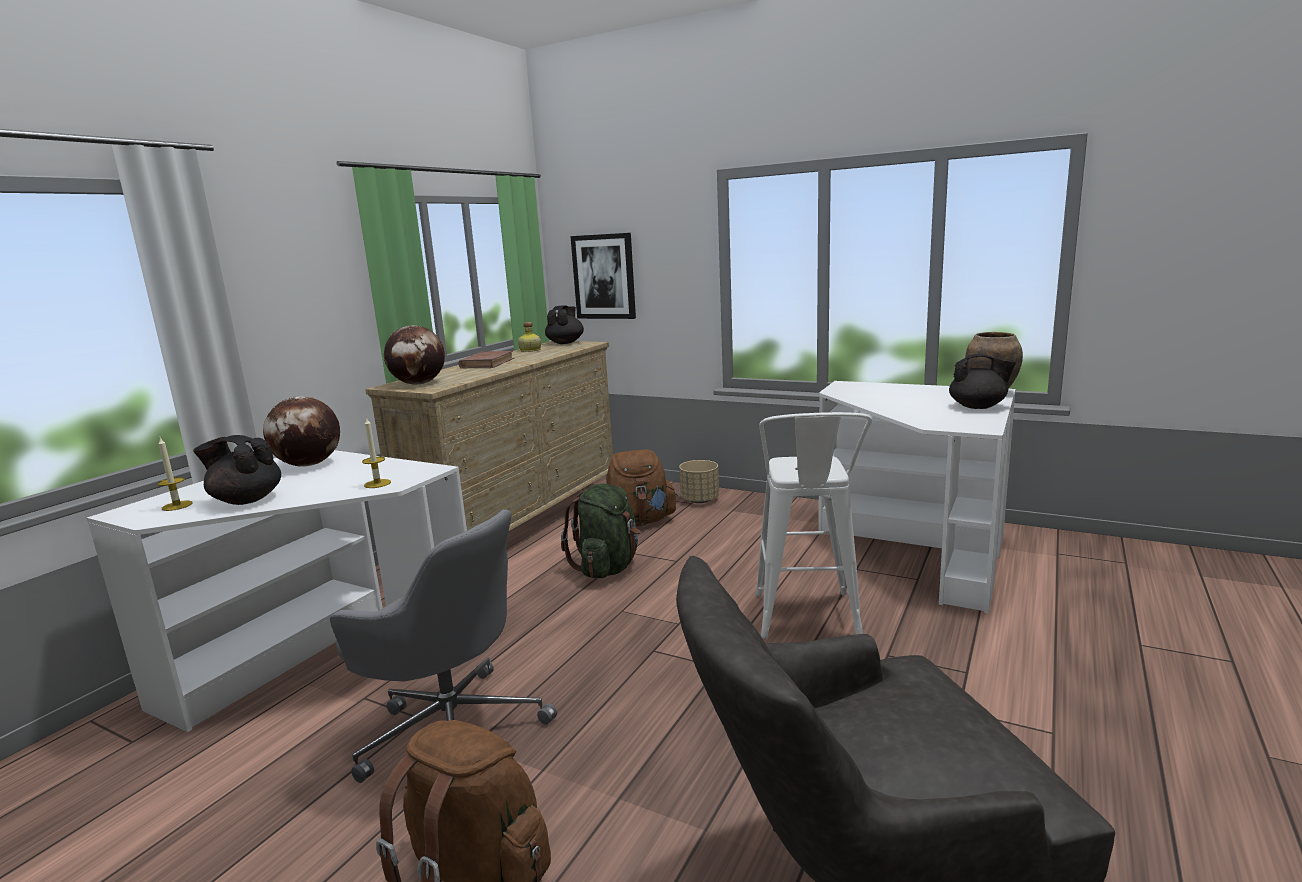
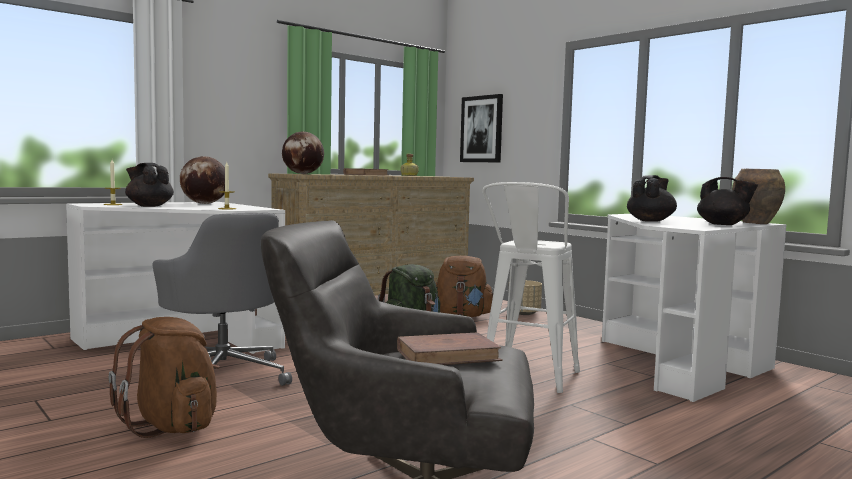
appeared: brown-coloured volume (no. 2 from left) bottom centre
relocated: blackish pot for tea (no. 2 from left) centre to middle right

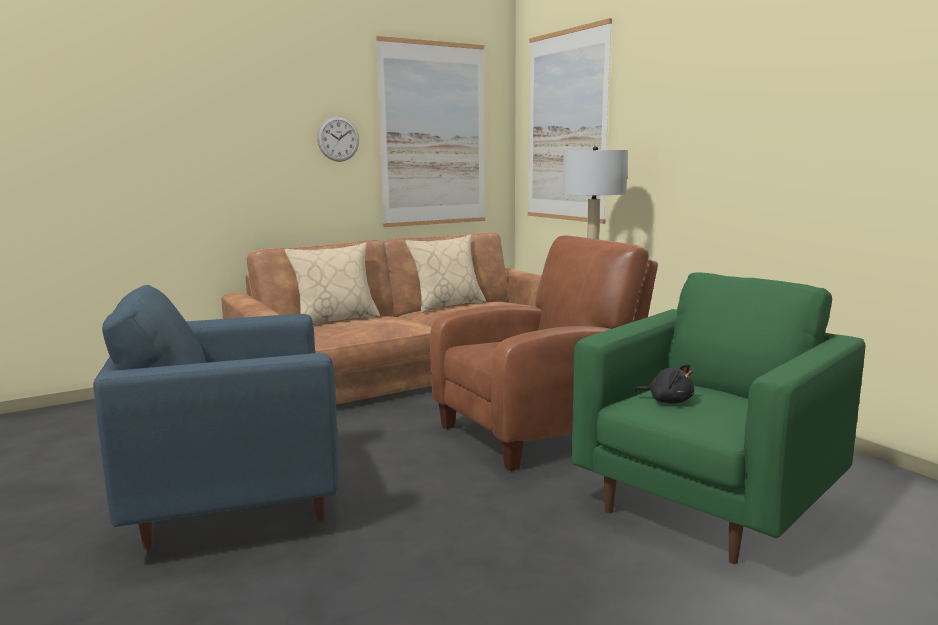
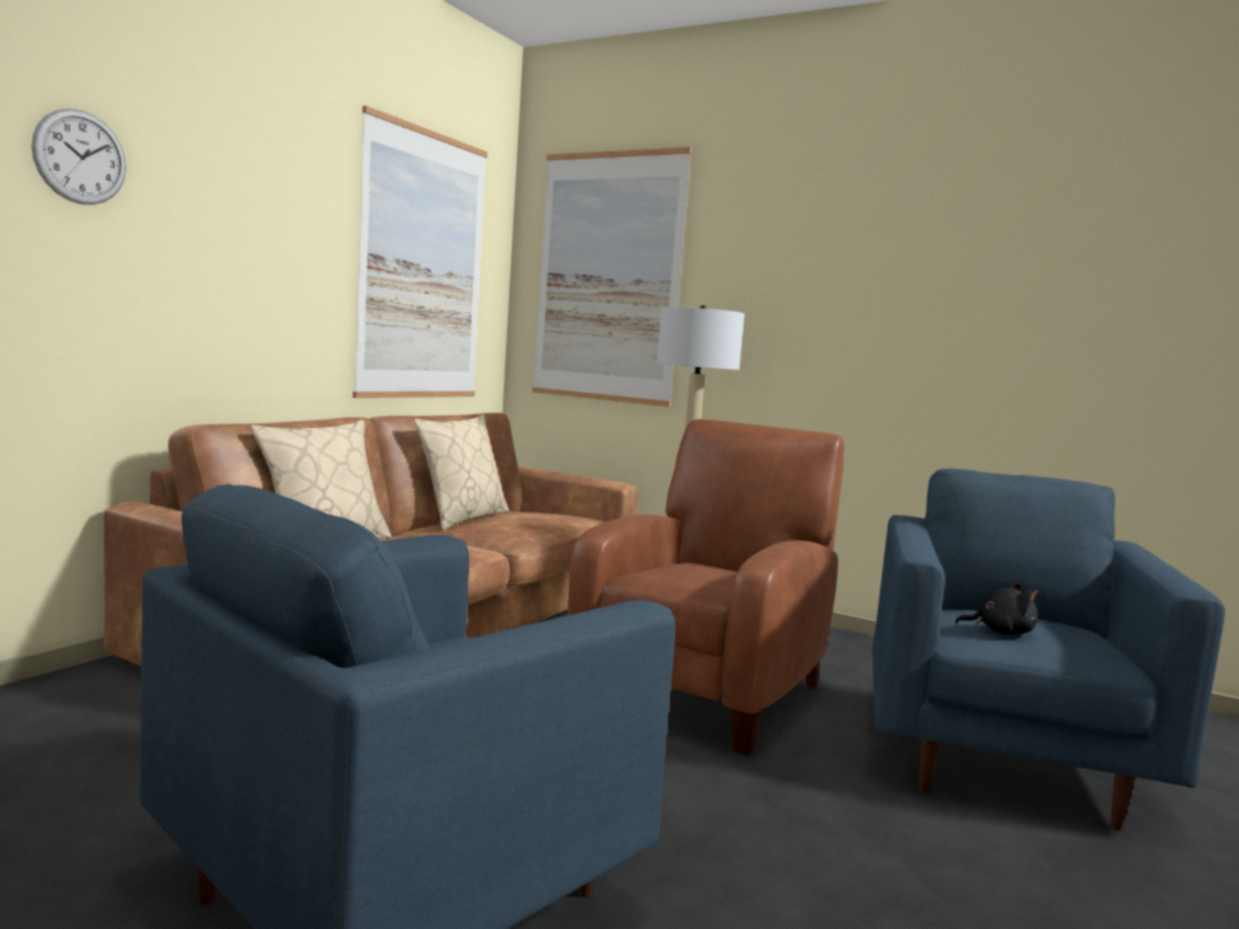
relocated: clock on the wall top centre to top left
colour: green easy chair bottom right to blue easy chair (no. 2 from left) bottom right

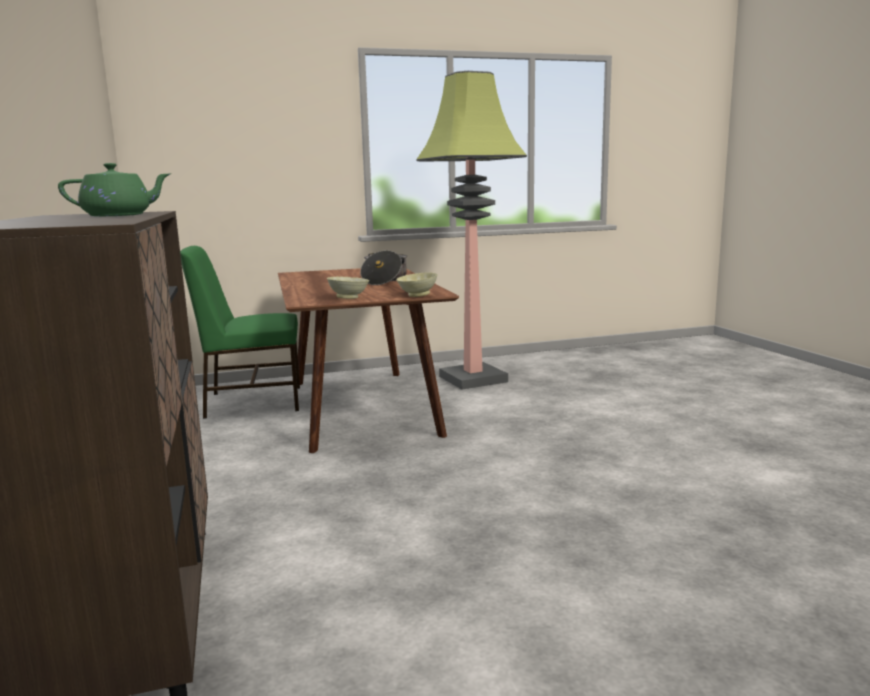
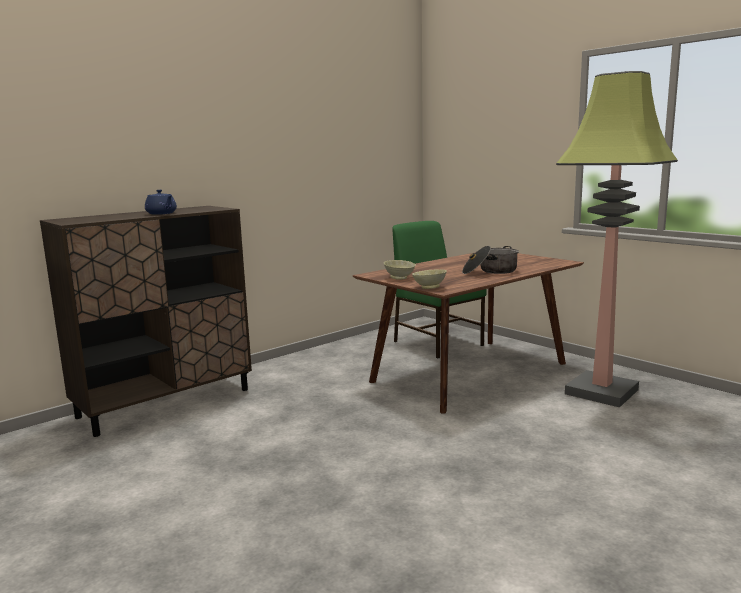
colour: green pot for tea top left to blue pot for tea middle left

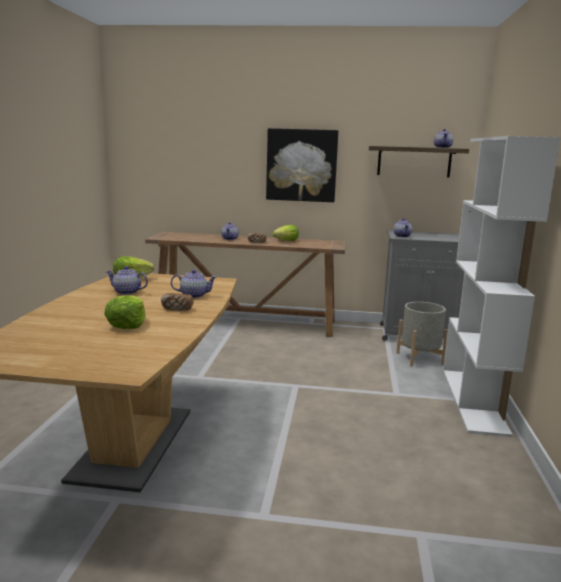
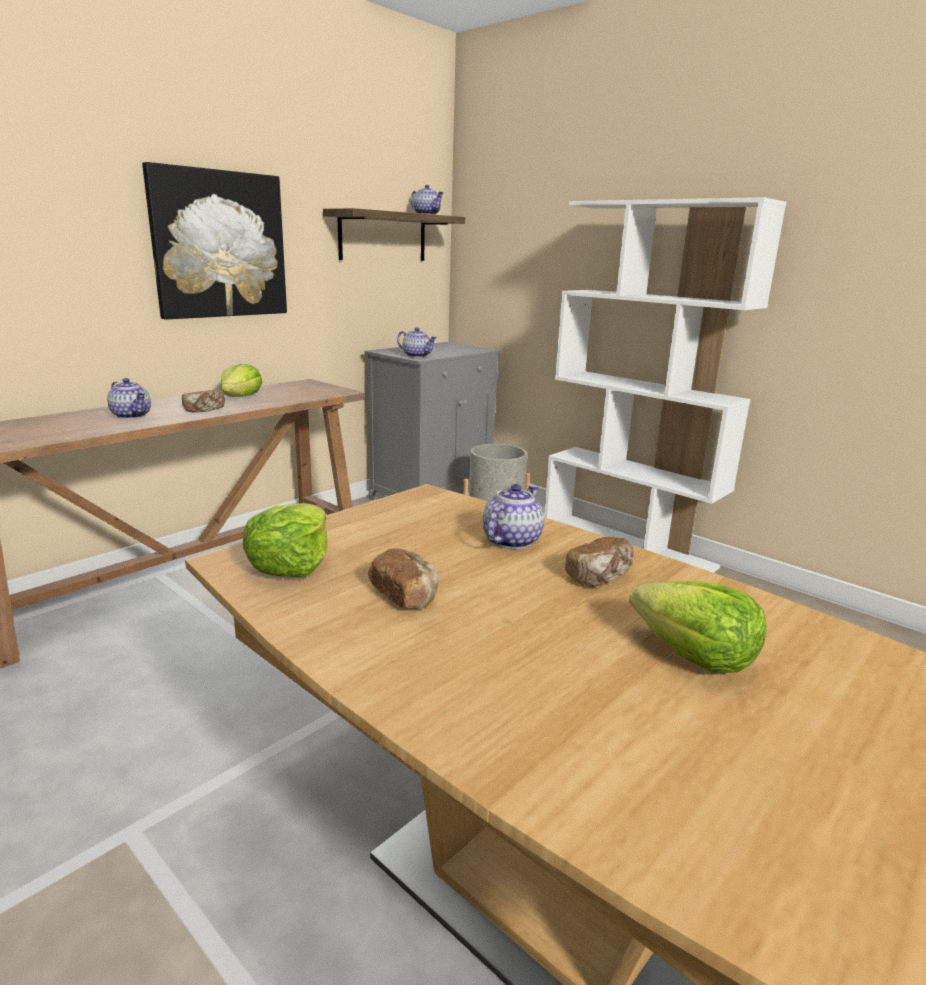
exchanged: pot for tea (no. 1 from left) middle left to baked bread (no. 2 from left) centre

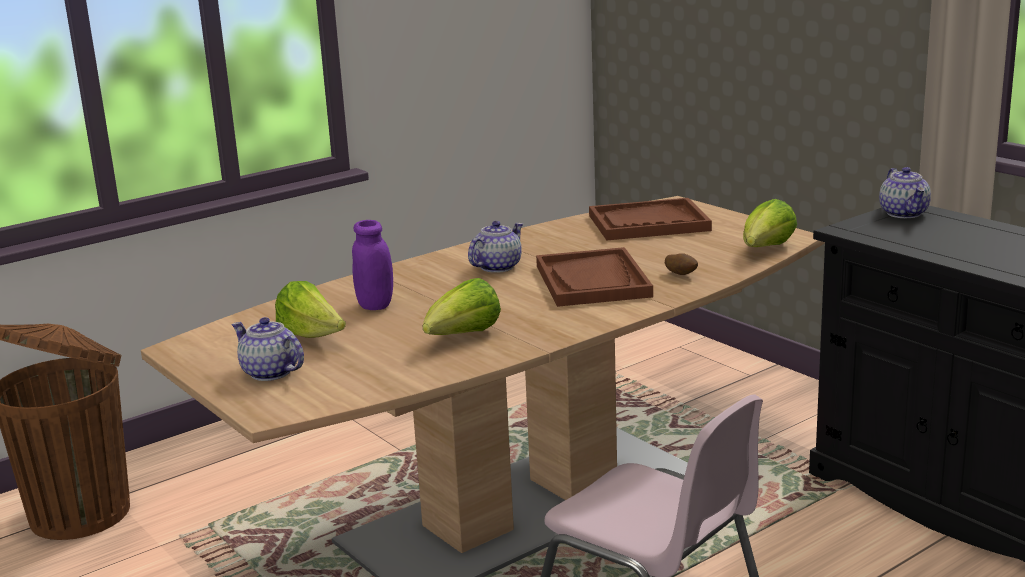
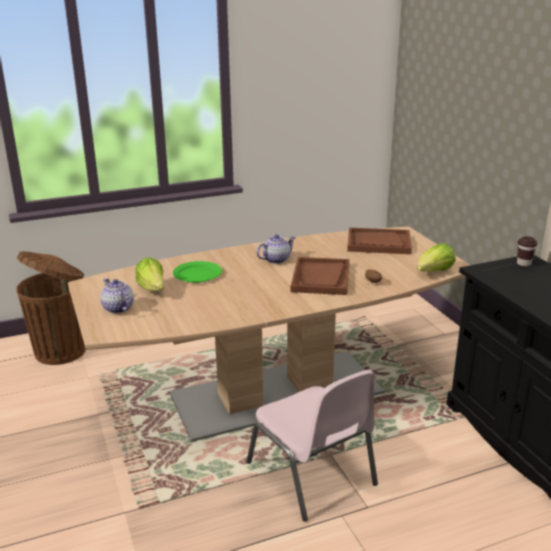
missing: head of lettuce (no. 2 from left) centre
exchanged: purple jar centre to green dinner plate centre; pot for tea (no. 3 from left) top right to brown-coloured drinking cup middle right

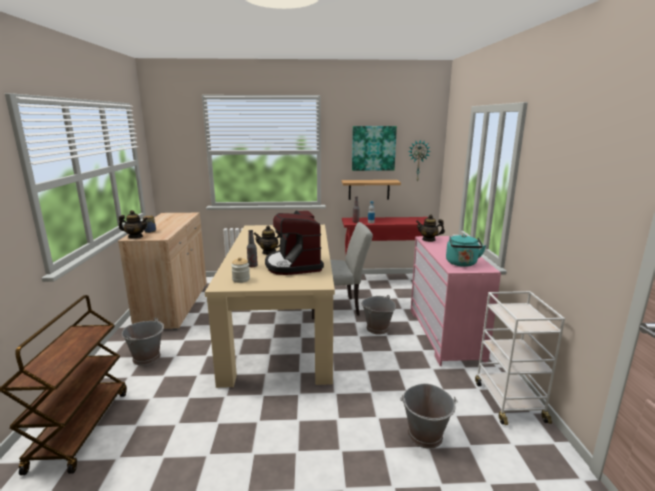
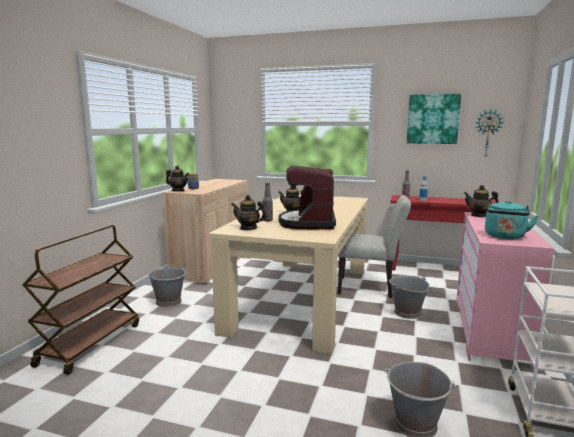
missing: wall shelf centre
exchanged: jar (no. 2 from left) centre to pot for tea (no. 2 from left) centre

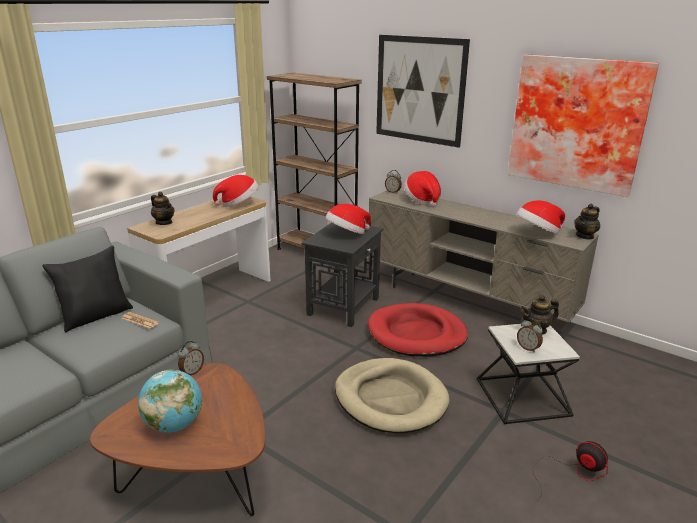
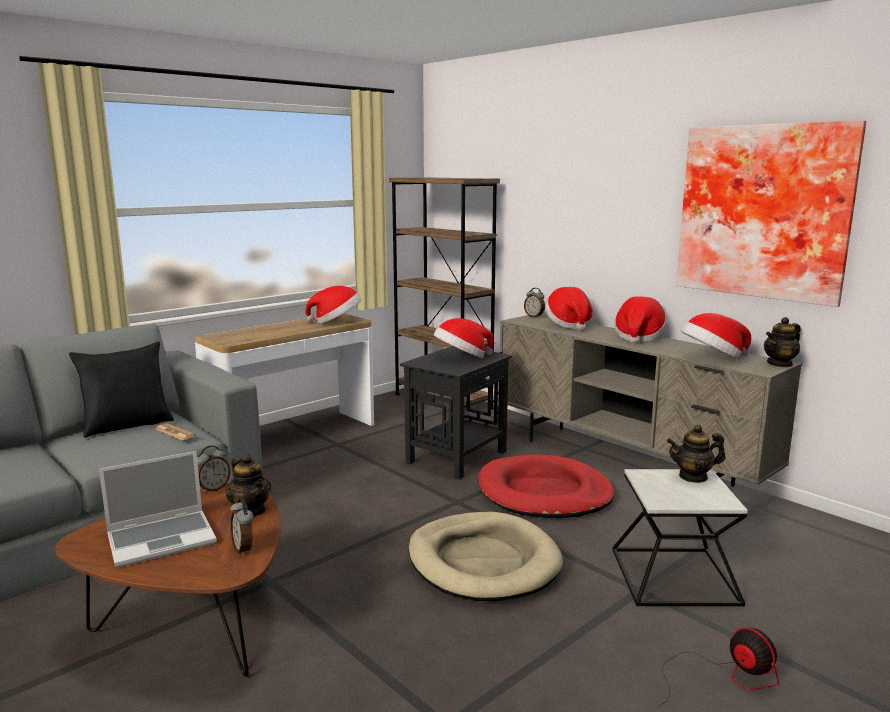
missing: wall picture (no. 1 from left) top centre
appeared: hat (no. 4 from left) middle right
relocated: pot for tea (no. 1 from left) middle left to bottom left; bedside clock (no. 3 from left in the first image) middle right to bedside clock (no. 2 from left) bottom left
exchanged: desk globe bottom left to portable computer bottom left

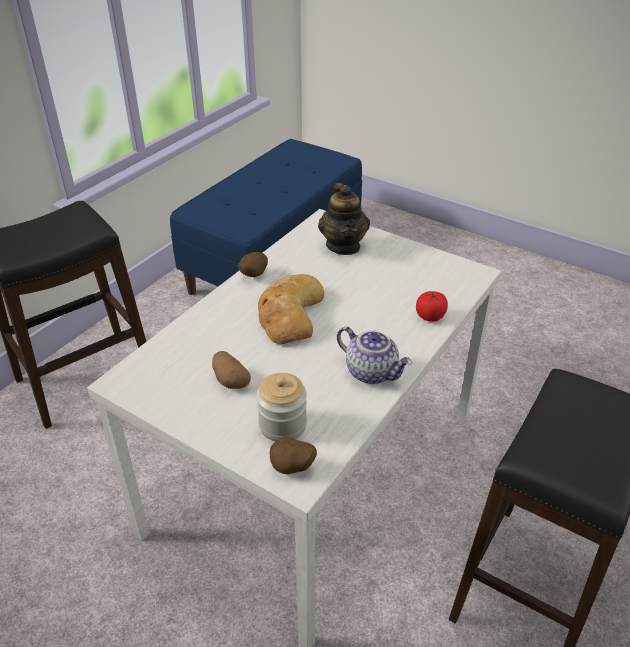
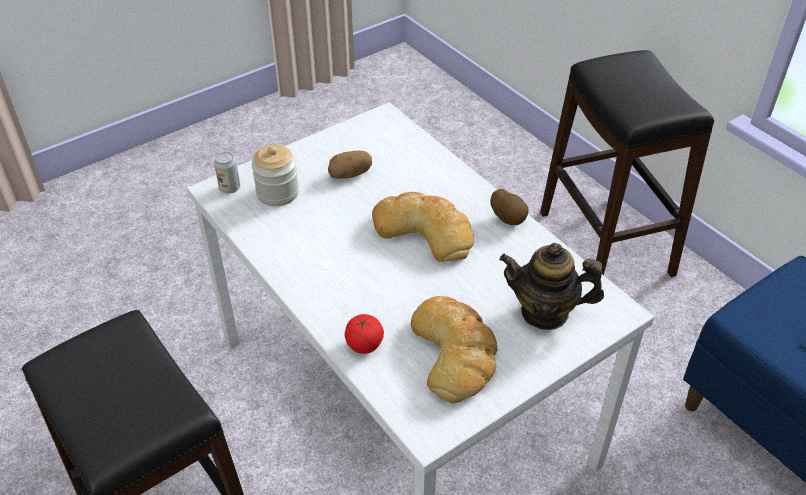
missing: pot for tea (no. 2 from left) centre
appeared: baked bread (no. 2 from left) bottom centre
exchanged: potato (no. 3 from left) bottom centre to metal can middle left

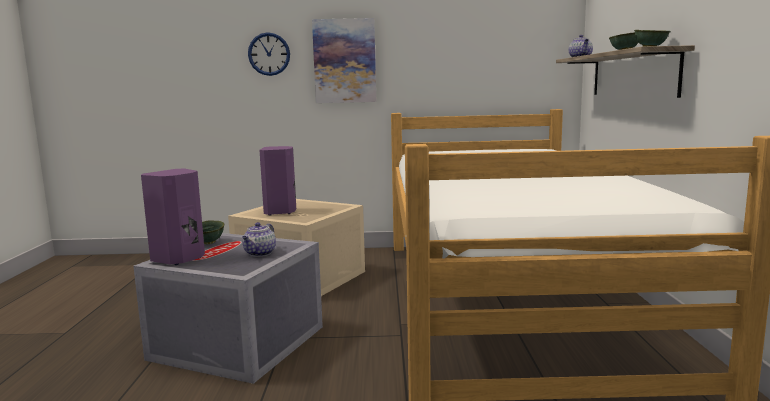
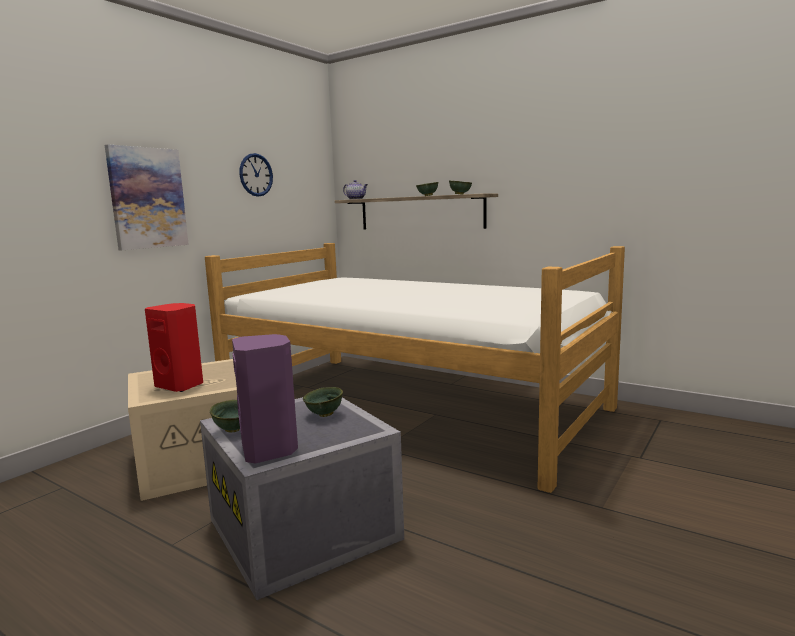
relocated: clock on the wall top centre to top left
exchanged: pot for tea (no. 1 from left) centre to green serving bowl (no. 2 from left) centre
colour: purple loudspeaker (no. 2 from left) centre to red-coloured loudspeaker middle left

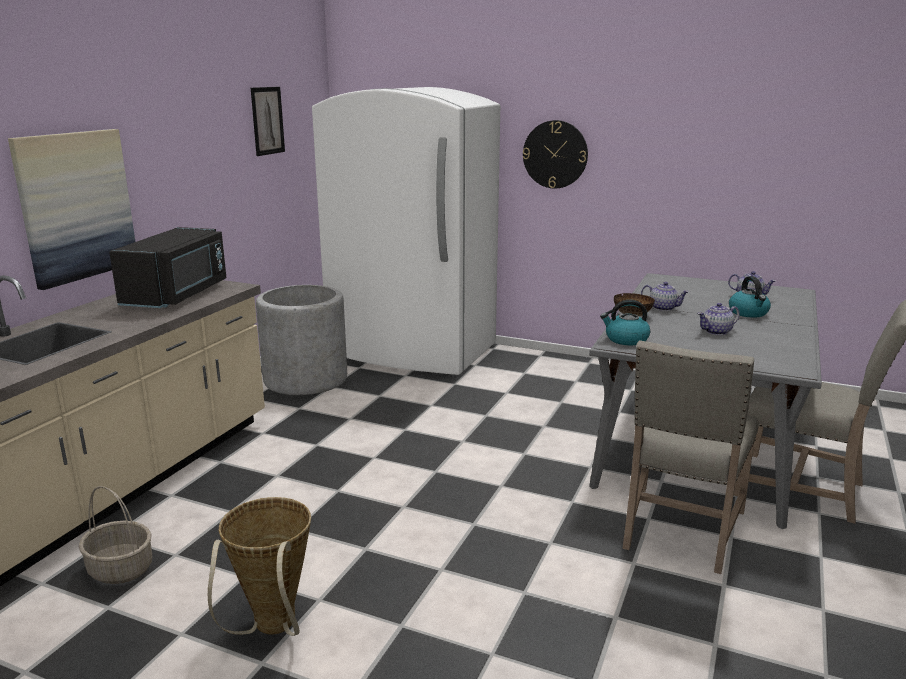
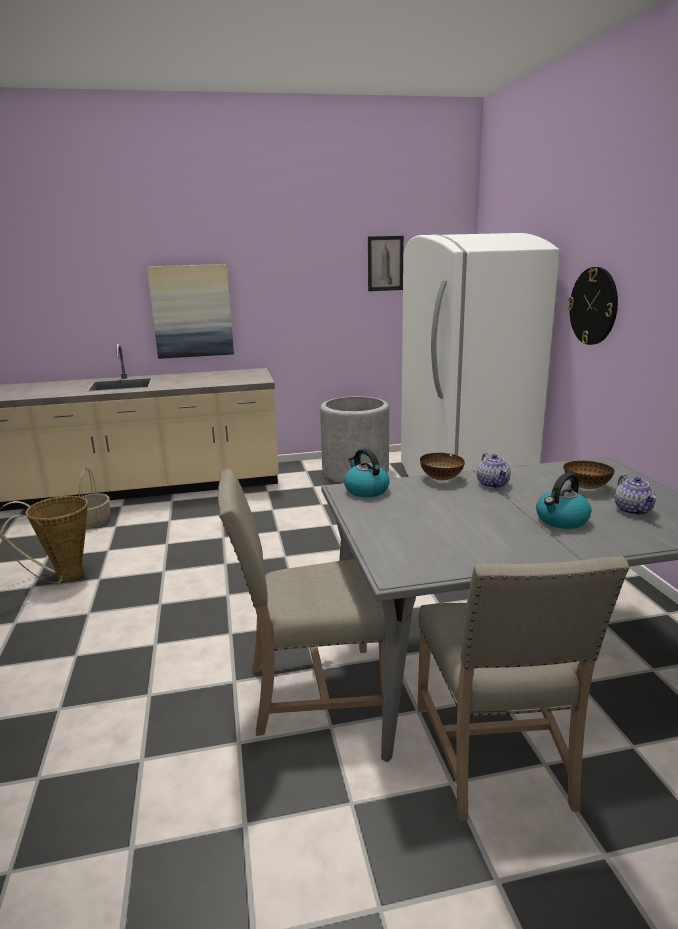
missing: blackish microwave oven middle left; pot for tea (no. 2 from left) middle right
appeared: serving bowl (no. 2 from left) middle right

